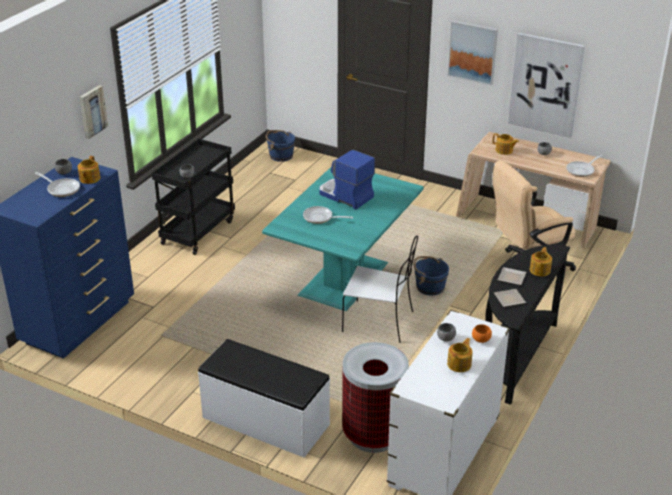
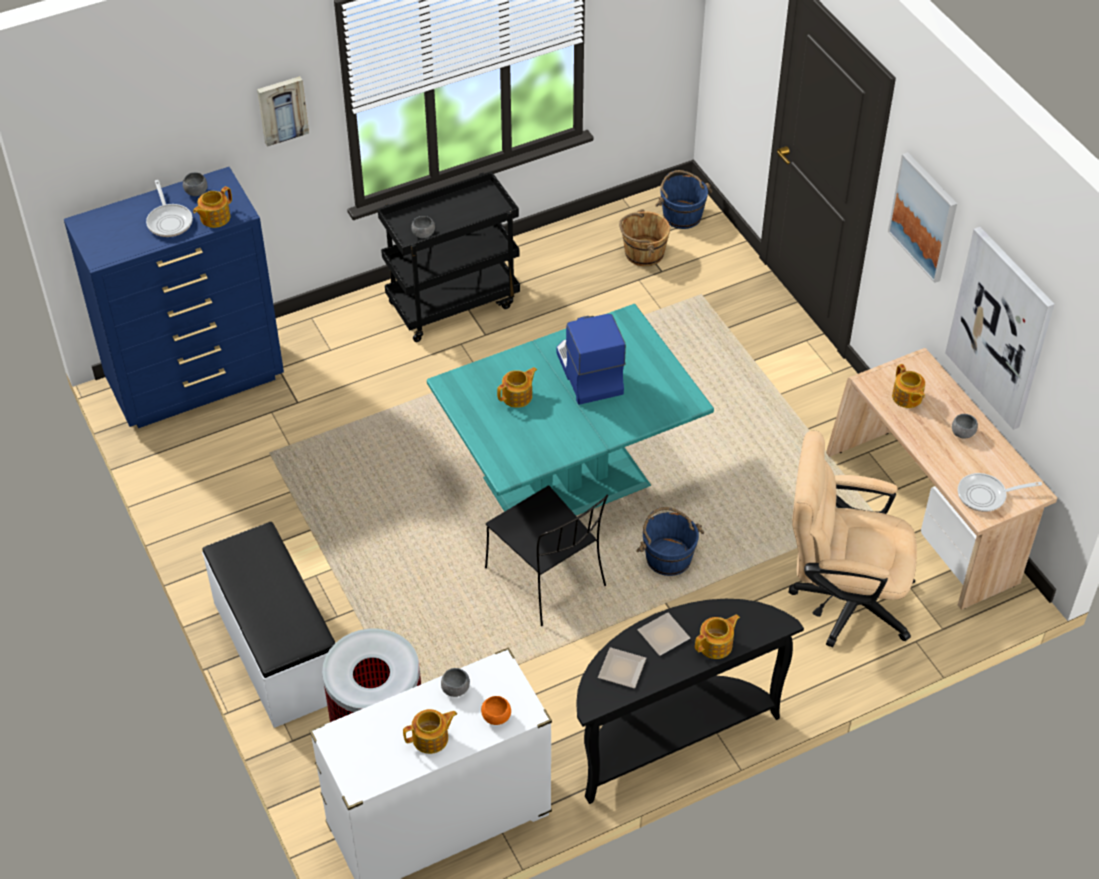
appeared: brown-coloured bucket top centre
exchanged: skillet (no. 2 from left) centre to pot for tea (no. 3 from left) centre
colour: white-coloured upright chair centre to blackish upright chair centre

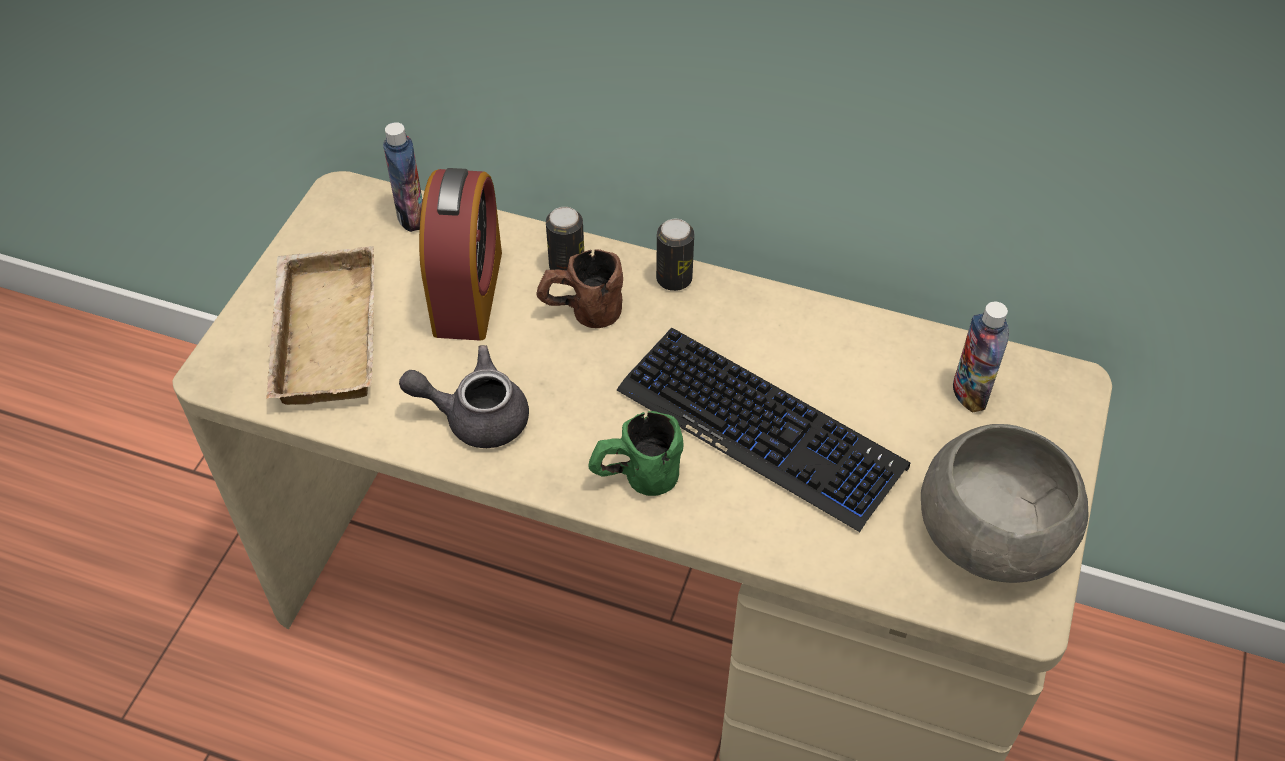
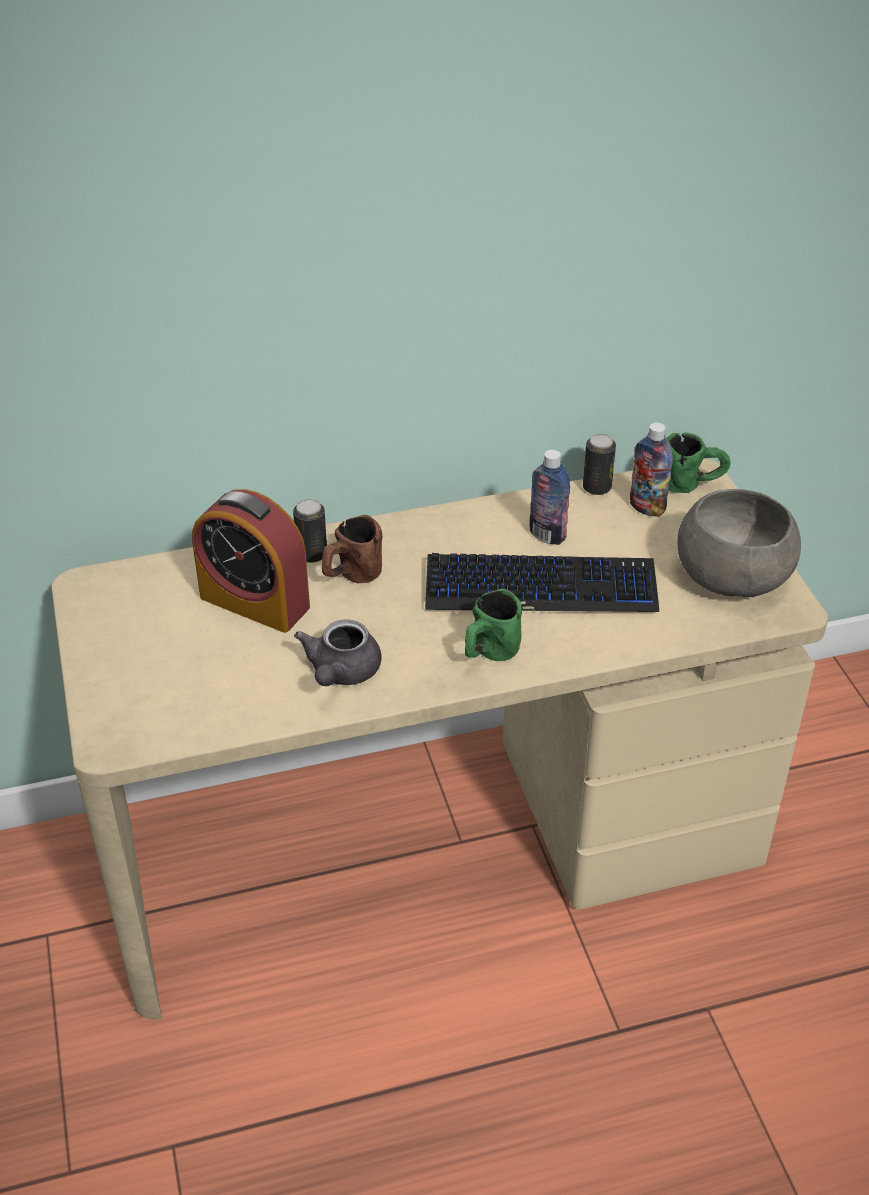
missing: beige-coloured serving tray middle left
appeared: green tea mug (no. 2 from left) middle right
relocated: beverage bottle (no. 1 from left) top left to centre; metal can (no. 2 from left) centre to middle right
spun: bedside clock centre = middle left 150 degrees clockwise; grey pot for tea centre = centre 45 degrees counterclockwise

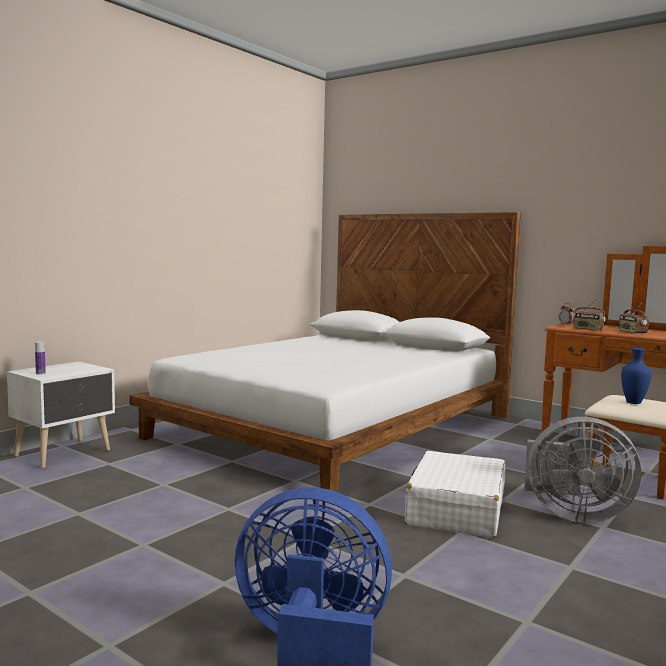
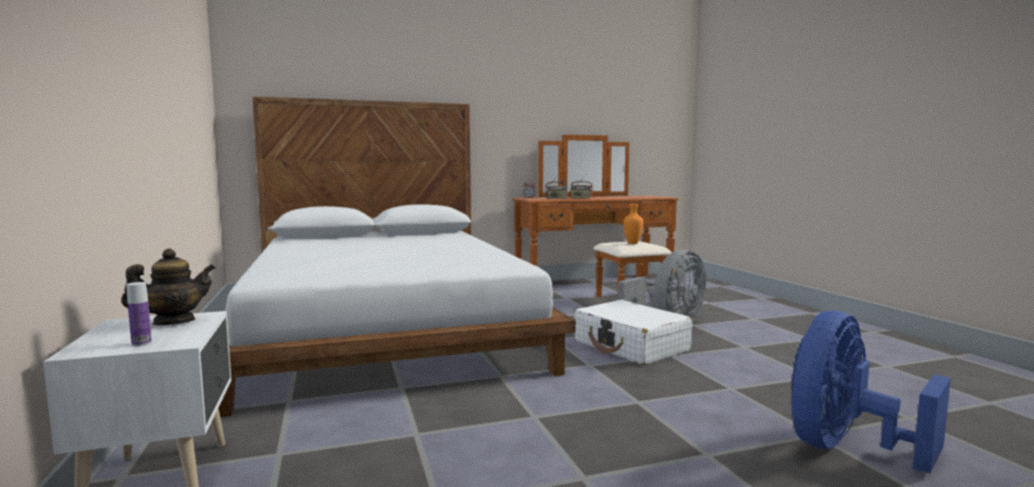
appeared: pot for tea middle left
colour: blue vase middle right to orangey vase centre

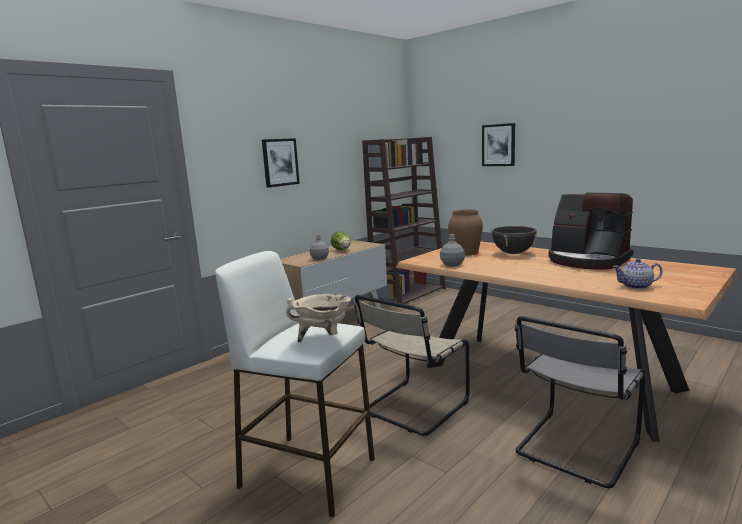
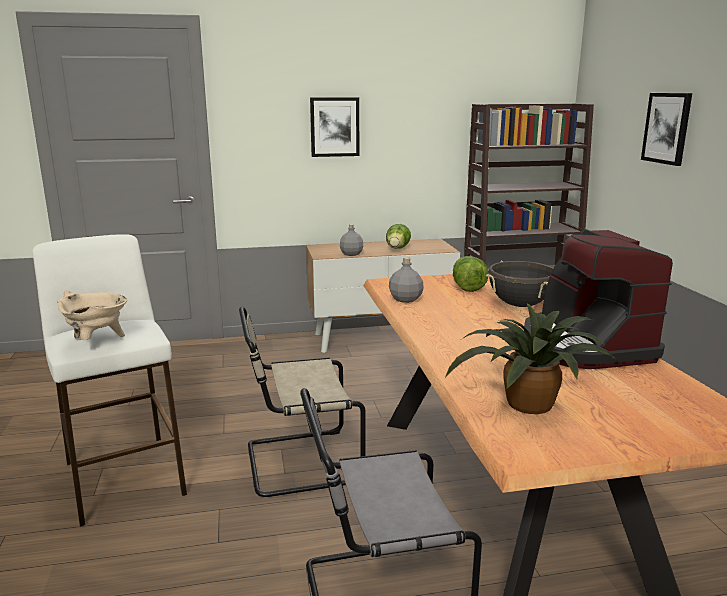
exchanged: pot for tea middle right to plant in a pot middle right; brown-coloured vase centre to head of lettuce (no. 2 from left) centre

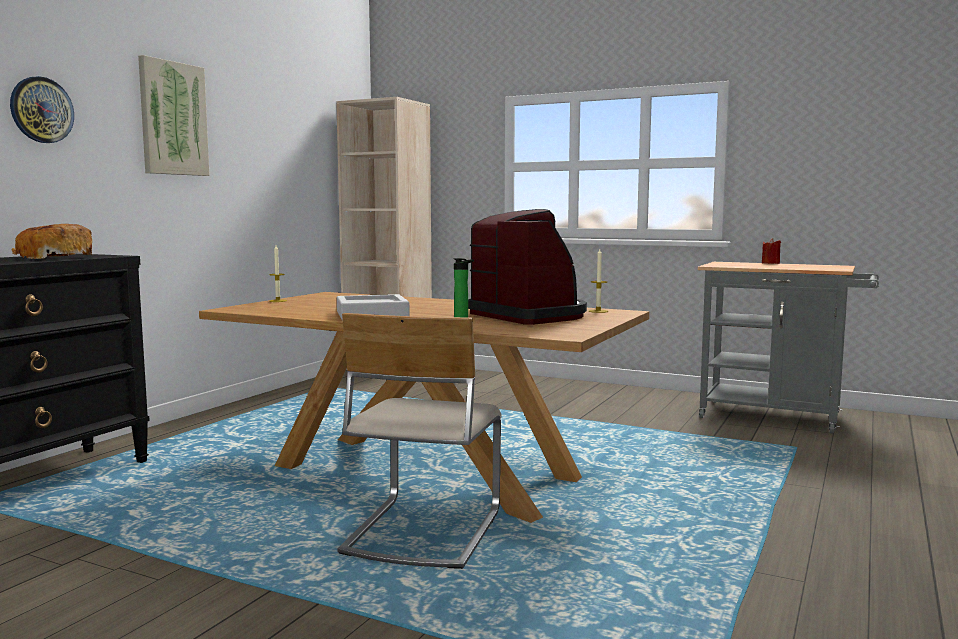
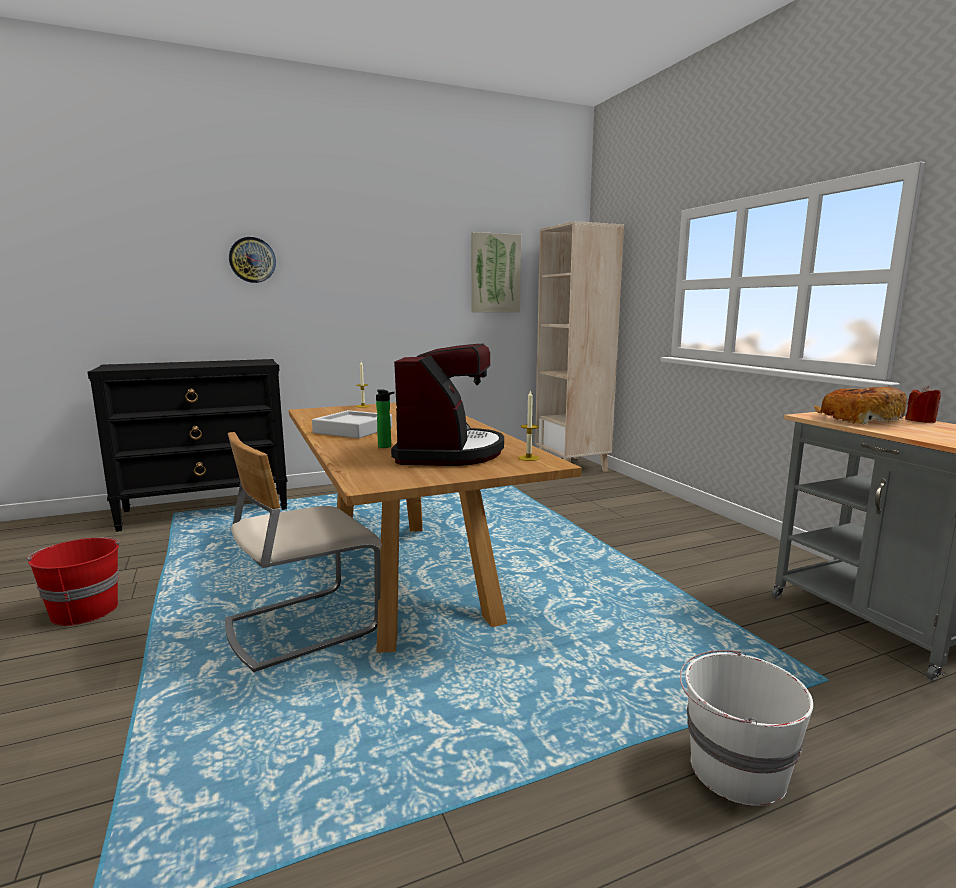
appeared: red-coloured bucket middle left; white-coloured bucket bottom right
relocated: wall picture top left to top centre; baked bread middle left to middle right

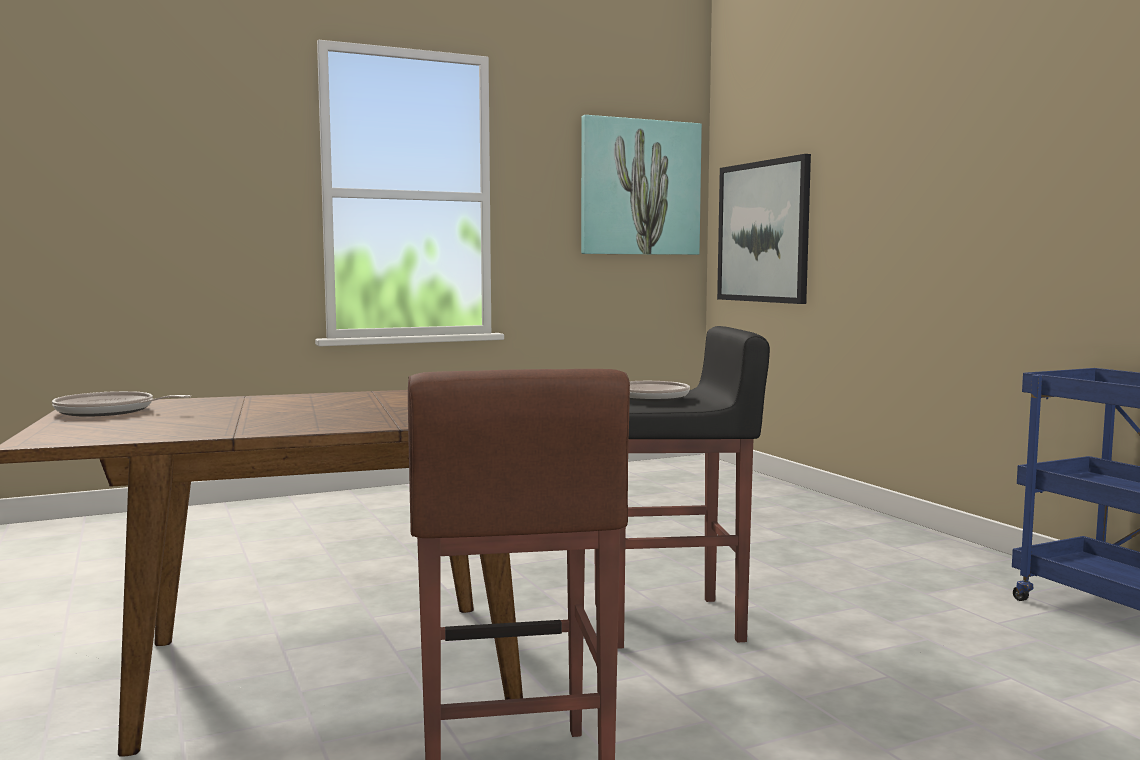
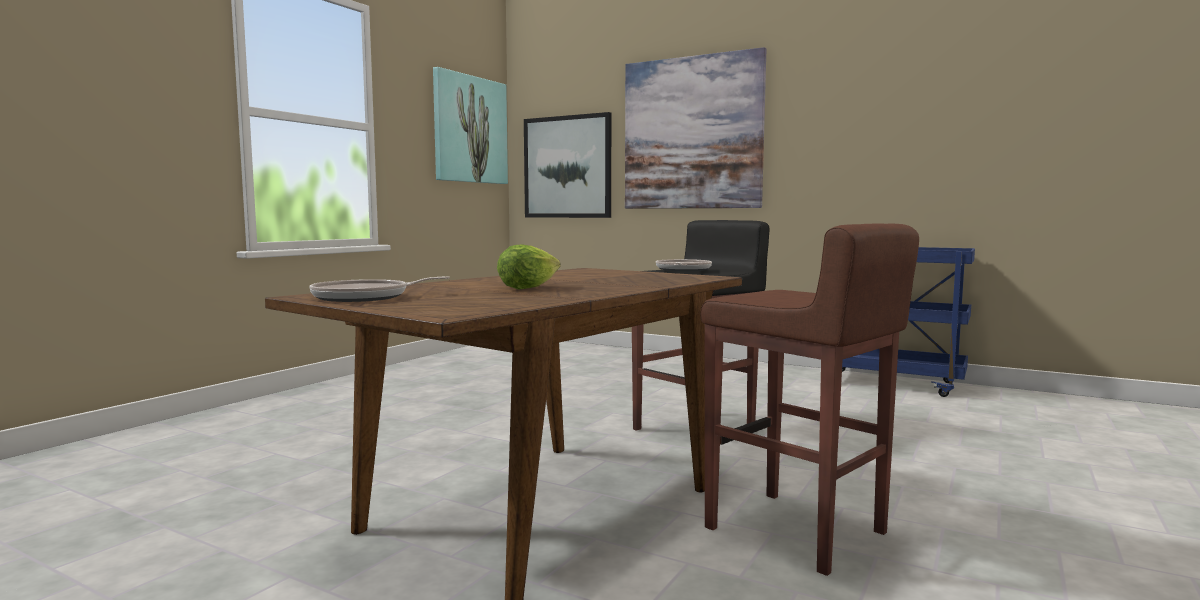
appeared: head of lettuce centre; wall picture (no. 3 from left) top centre

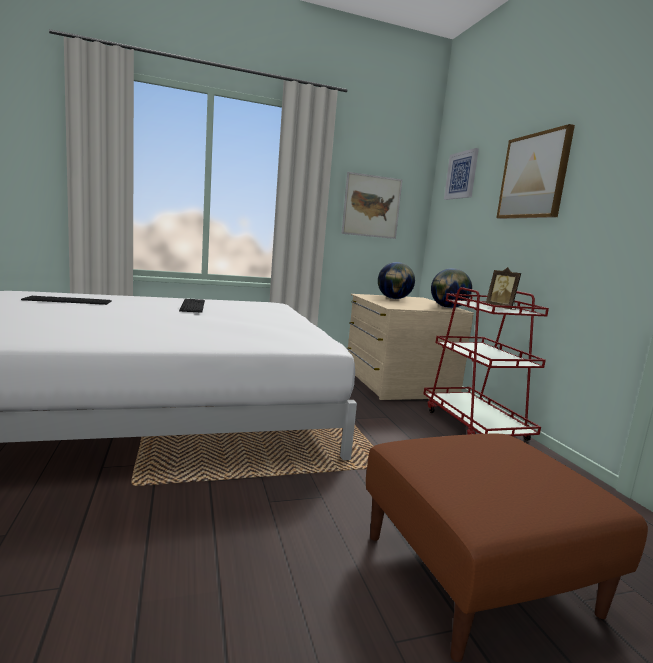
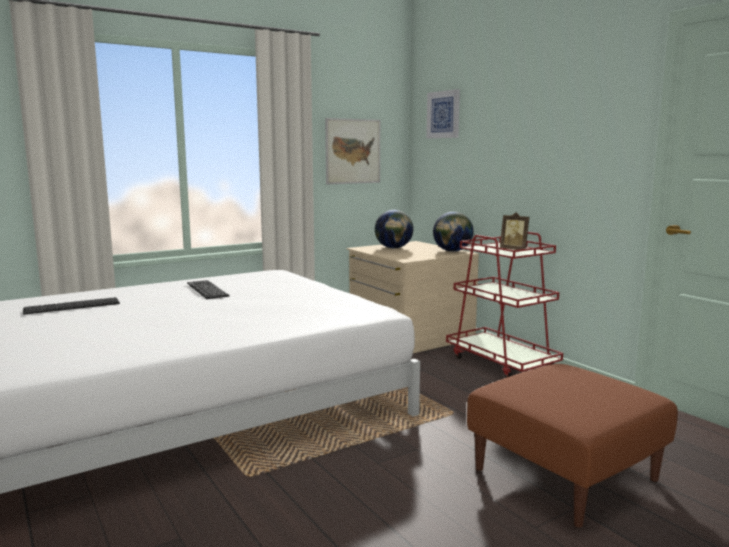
missing: wall picture (no. 3 from left) top right

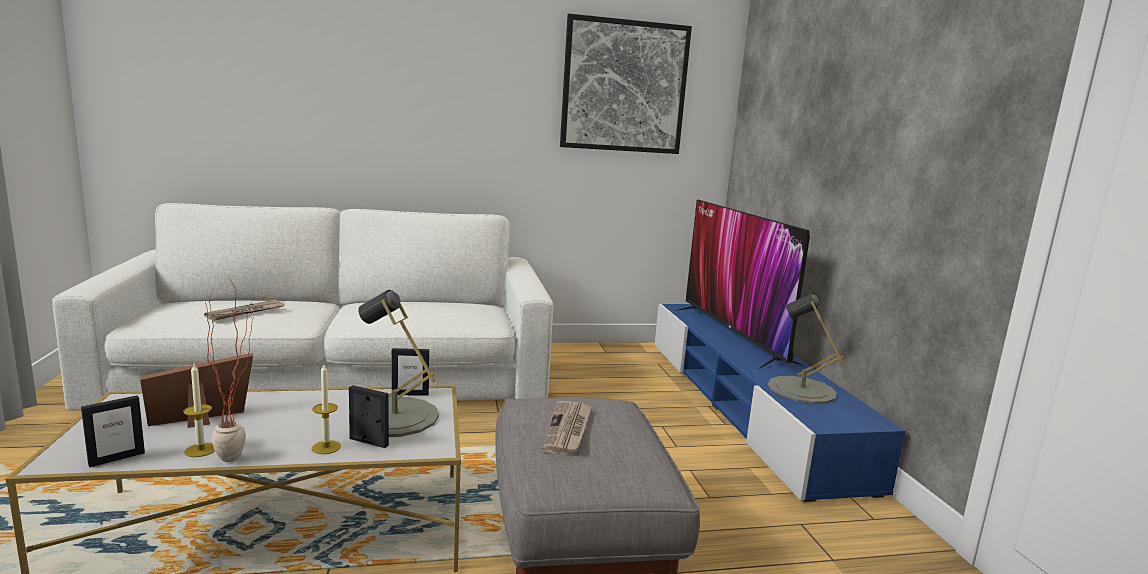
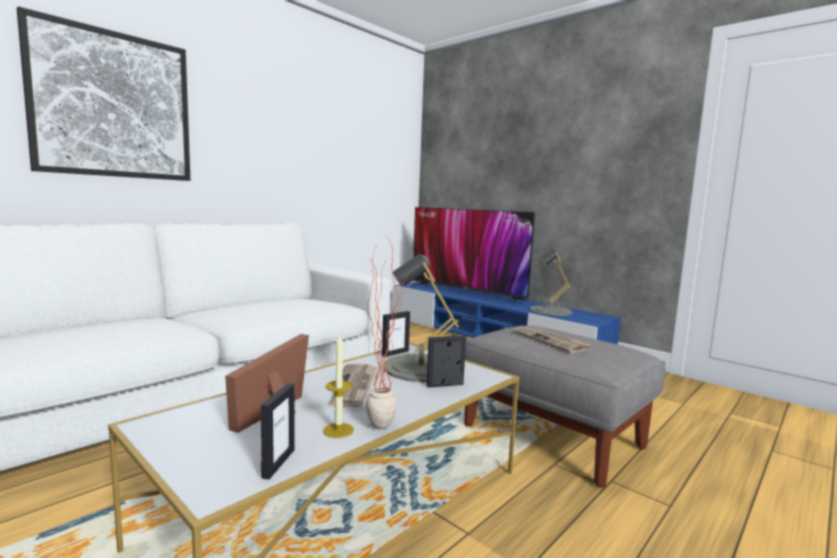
missing: candle (no. 2 from left) bottom left
relocated: wall picture top centre to top left; newspaper (no. 1 from left) middle left to bottom centre

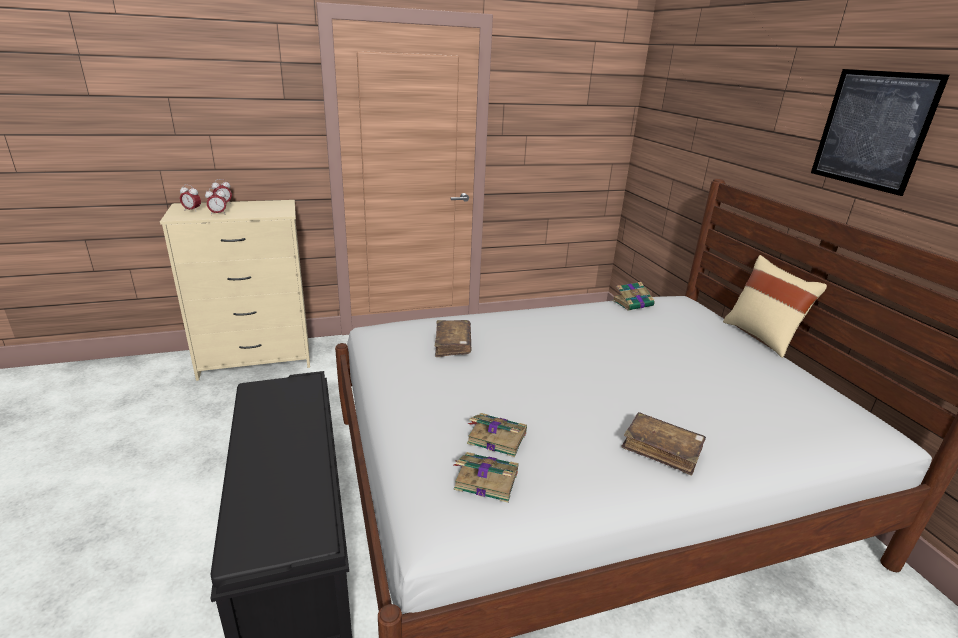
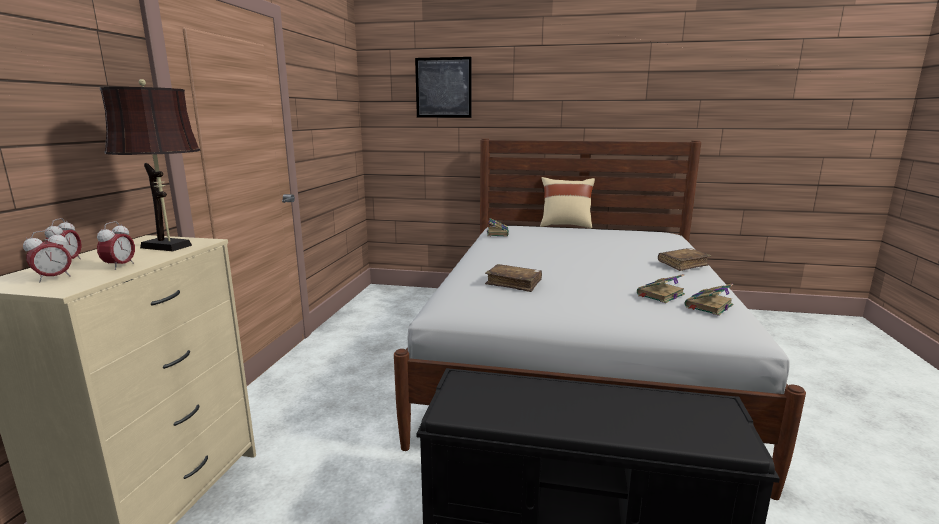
appeared: brown-coloured tabletop lamp top left
relocated: wall picture top right to top centre

